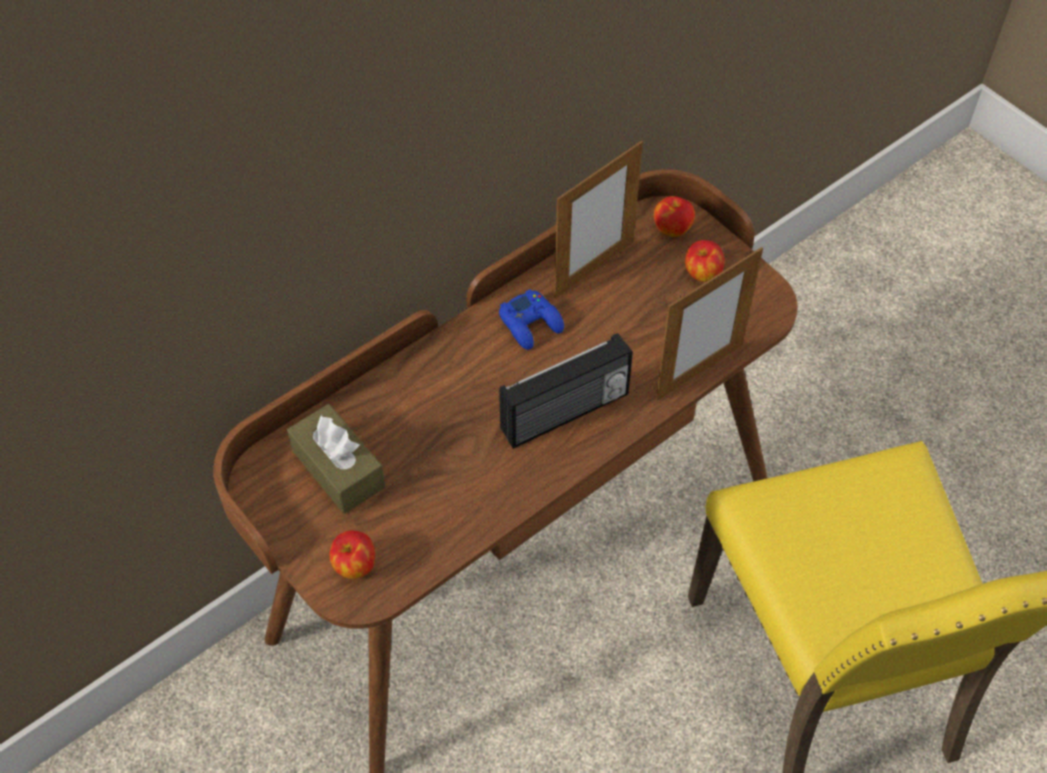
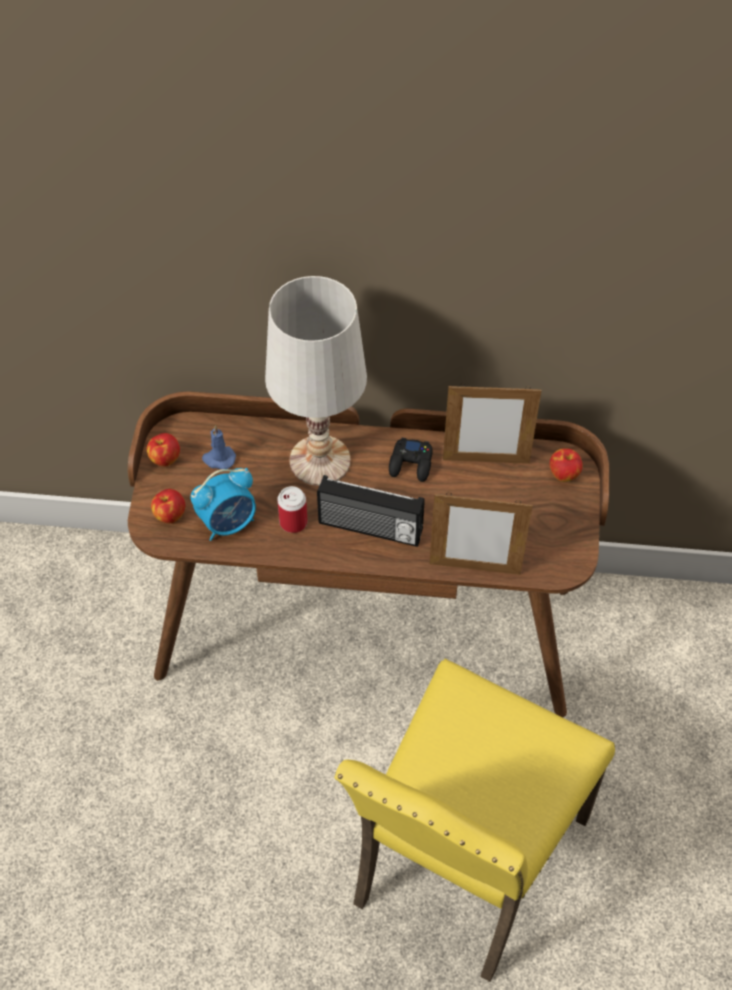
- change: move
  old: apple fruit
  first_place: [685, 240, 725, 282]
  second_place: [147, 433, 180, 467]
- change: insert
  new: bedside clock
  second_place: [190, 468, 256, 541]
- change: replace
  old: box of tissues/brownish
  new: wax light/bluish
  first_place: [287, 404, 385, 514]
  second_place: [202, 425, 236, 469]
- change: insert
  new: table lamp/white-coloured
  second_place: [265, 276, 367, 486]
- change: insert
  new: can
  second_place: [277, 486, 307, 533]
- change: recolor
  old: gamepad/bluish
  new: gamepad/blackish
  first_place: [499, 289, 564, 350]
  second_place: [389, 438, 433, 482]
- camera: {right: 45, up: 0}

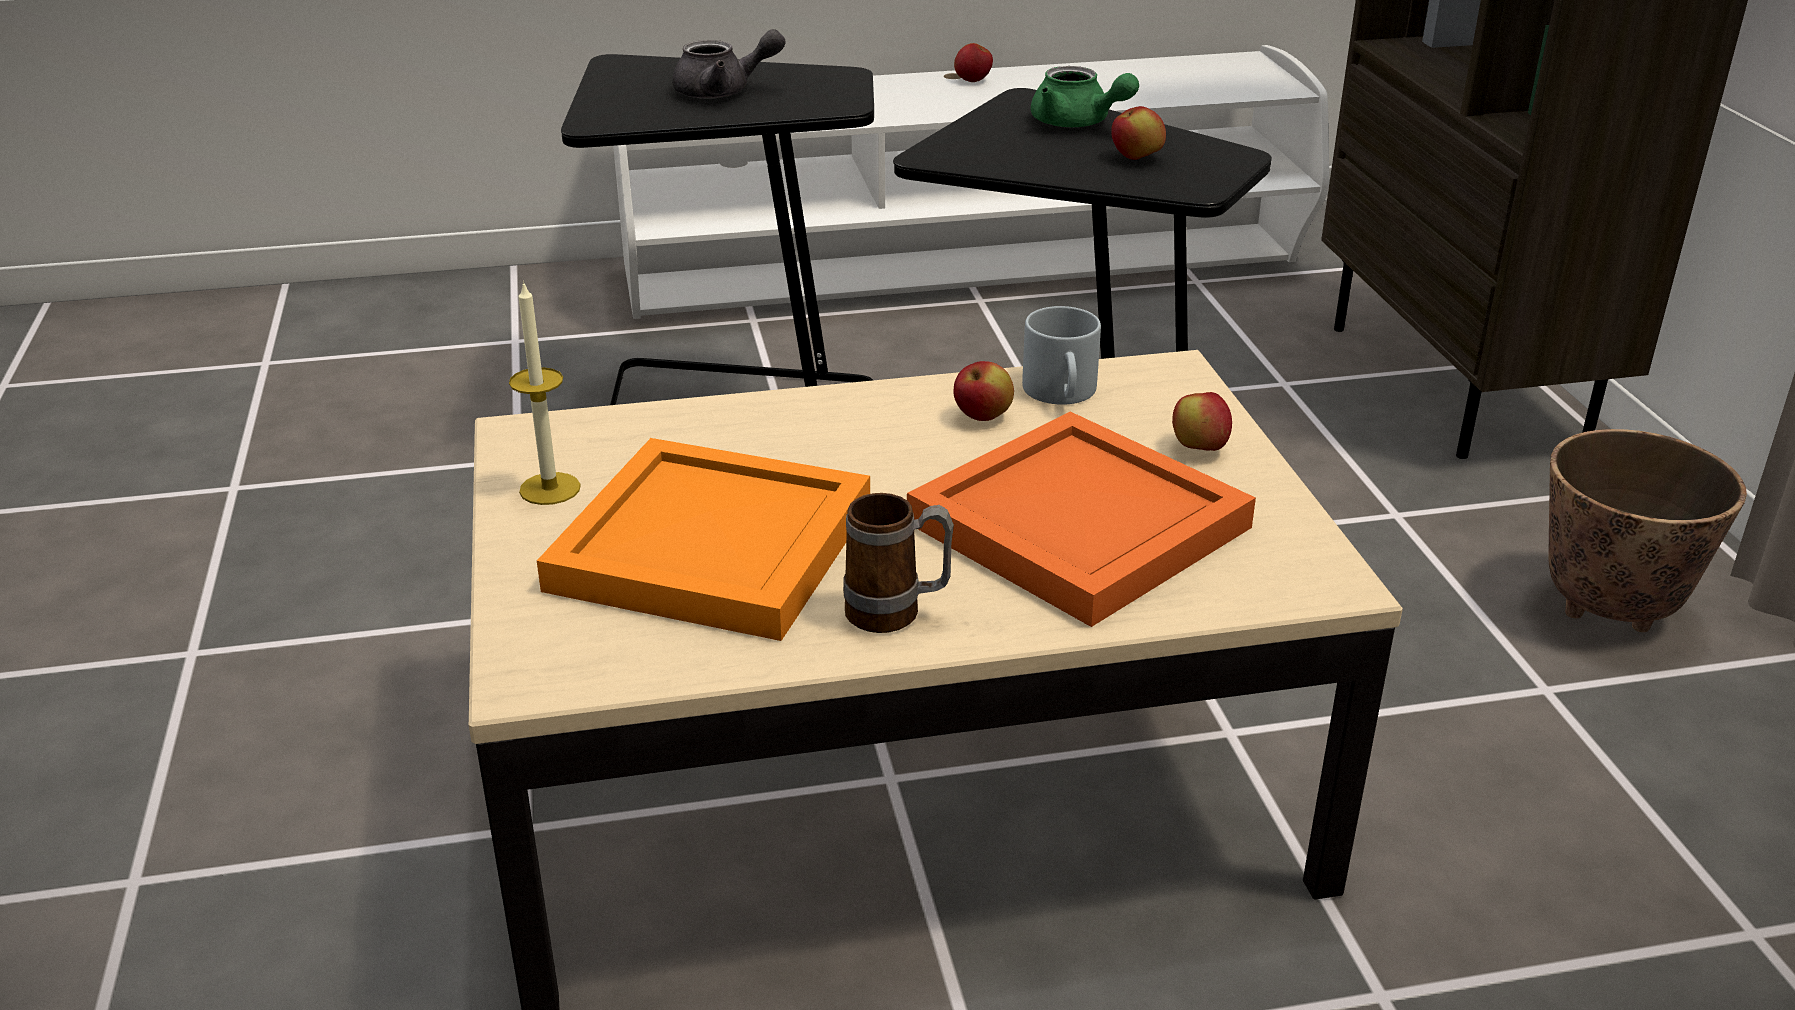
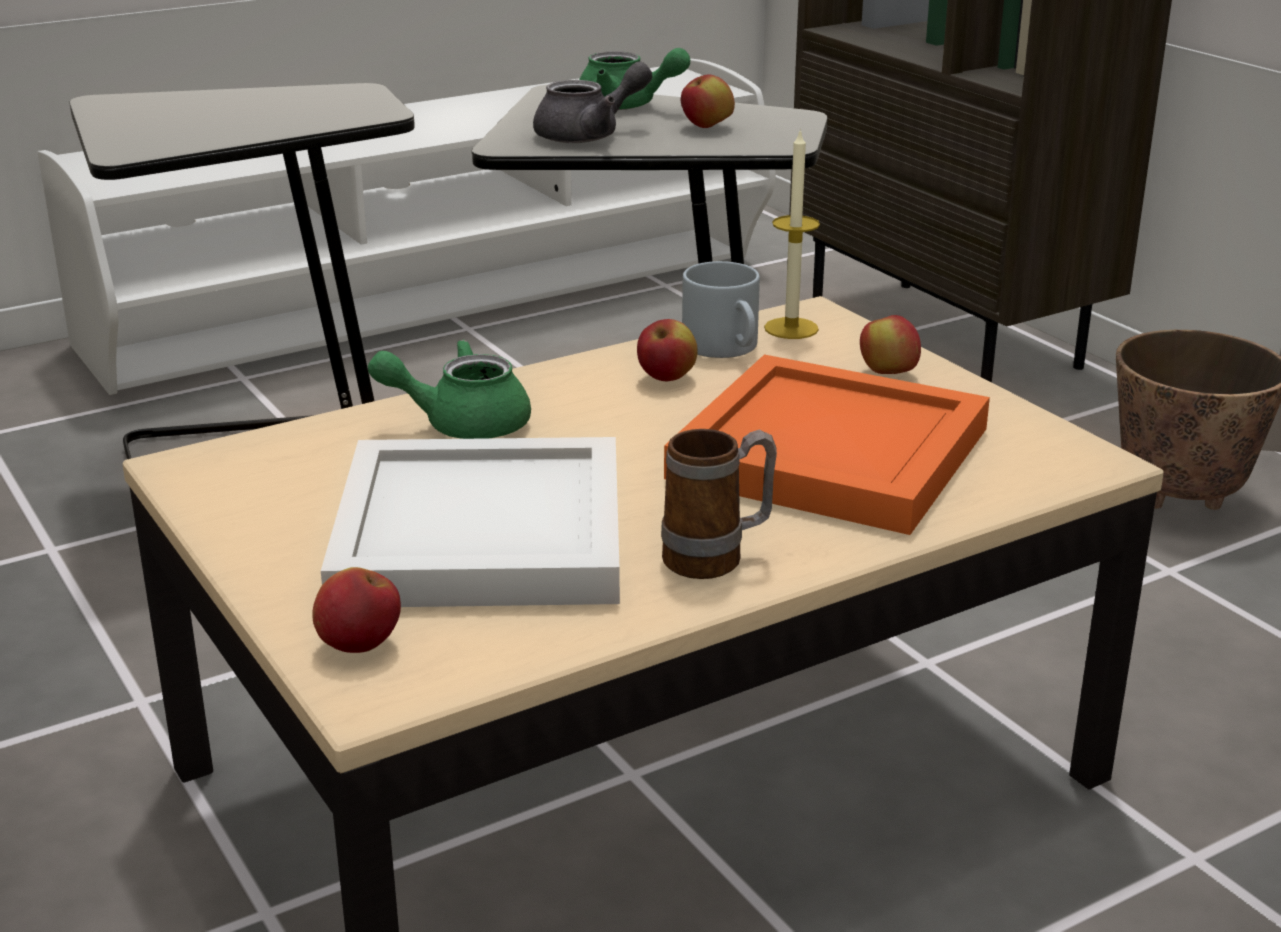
- change: move
  old: apple fruit
  first_place: [954, 43, 993, 82]
  second_place: [312, 567, 401, 653]
- change: recolor
  old: tray/orangey
  new: tray/white-coloured
  first_place: [537, 438, 870, 641]
  second_place: [321, 437, 620, 607]
- change: insert
  new: teapot/greenish
  second_place: [368, 340, 531, 439]
- change: move
  old: teapot/gray
  first_place: [672, 29, 785, 99]
  second_place: [533, 61, 652, 143]
- change: move
  old: wax light
  first_place: [509, 280, 581, 505]
  second_place: [764, 128, 820, 339]
- camera: {right: -20, up: -5}

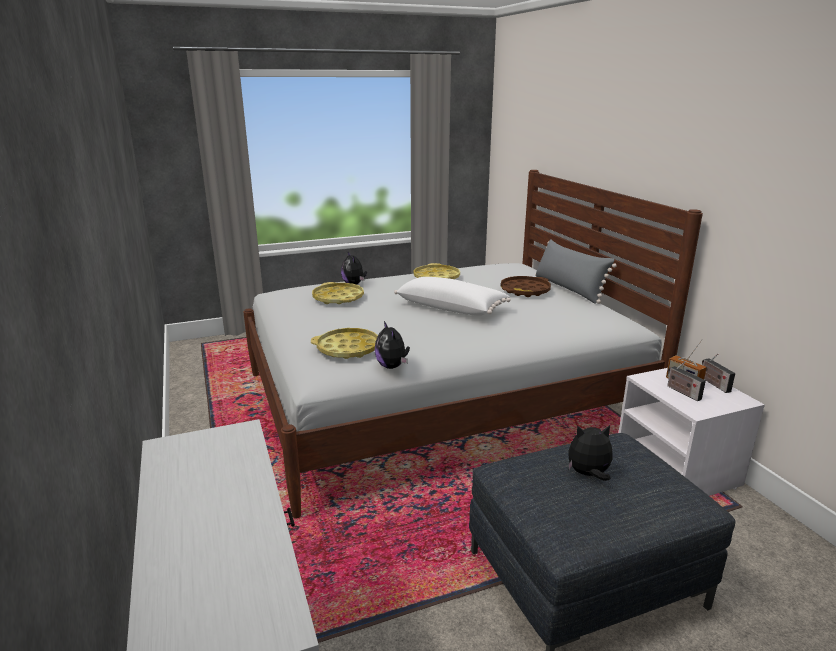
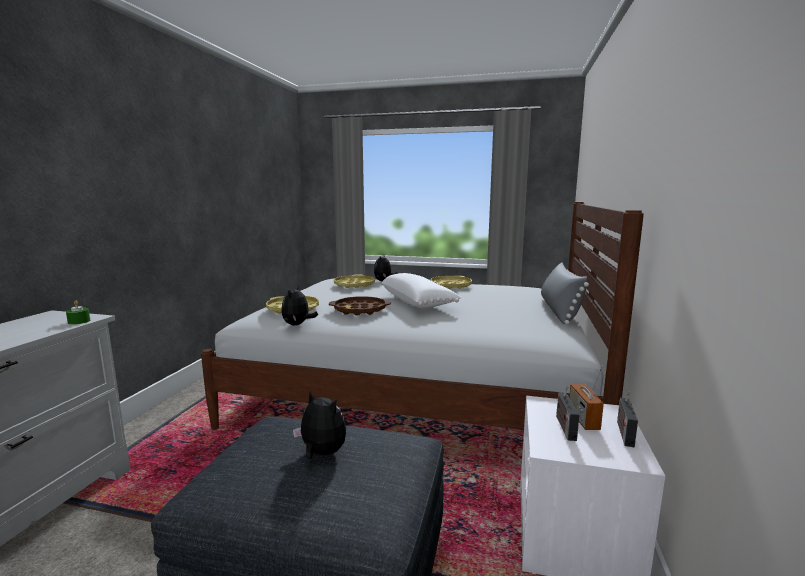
- change: insert
  new: wax light/greenish
  second_place: [66, 300, 90, 325]
- change: move
  old: tray/brownish
  first_place: [501, 276, 551, 297]
  second_place: [329, 296, 391, 316]
- camera: {right: 35, up: -10}

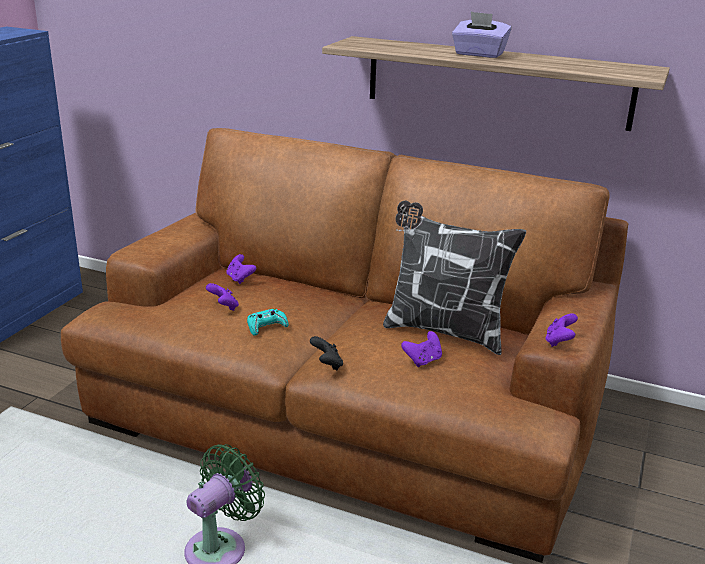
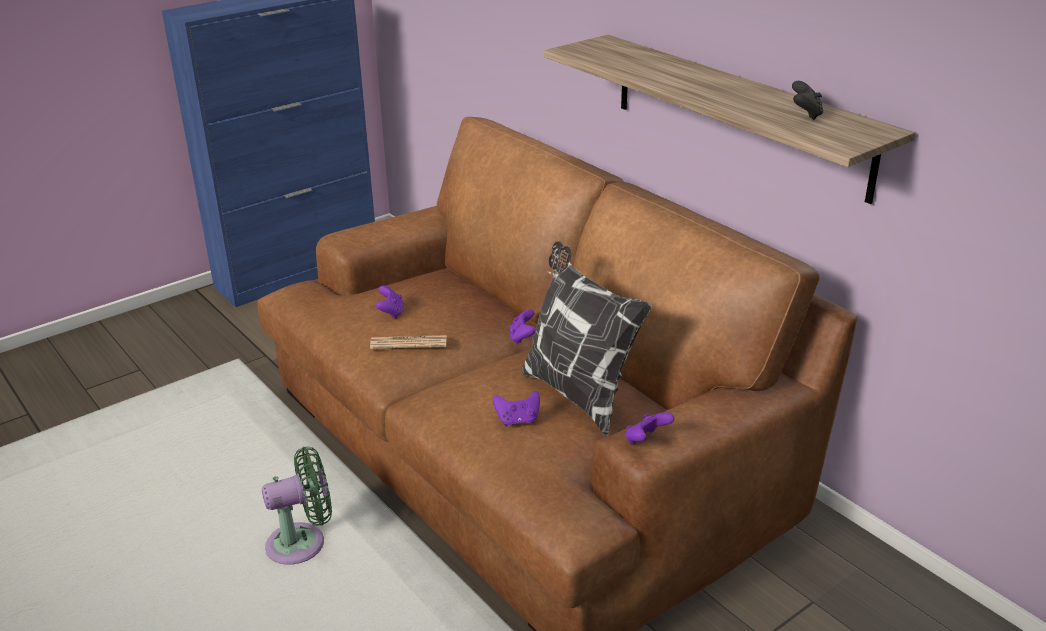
- change: replace
  old: gamepad/turquoise
  new: printed paper
  first_place: [247, 309, 289, 336]
  second_place: [370, 335, 447, 349]
- change: move
  old: gamepad/purplish
  first_place: [226, 254, 256, 284]
  second_place: [510, 309, 536, 344]
- change: move
  old: gamepad/blackish
  first_place: [310, 336, 343, 370]
  second_place: [792, 81, 823, 120]
- change: delete
  old: box of tissues/purplish
  first_place: [452, 11, 511, 58]
- camera: {right: 30, up: 5}

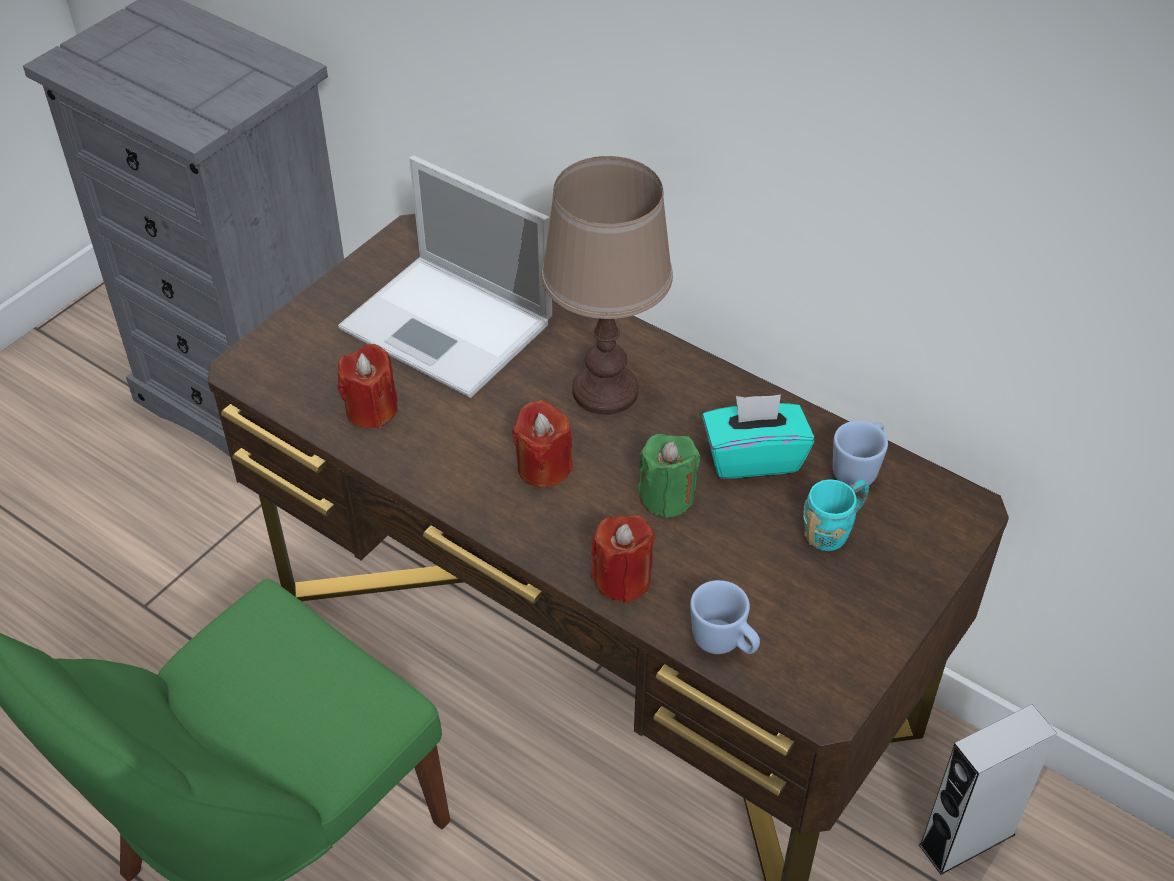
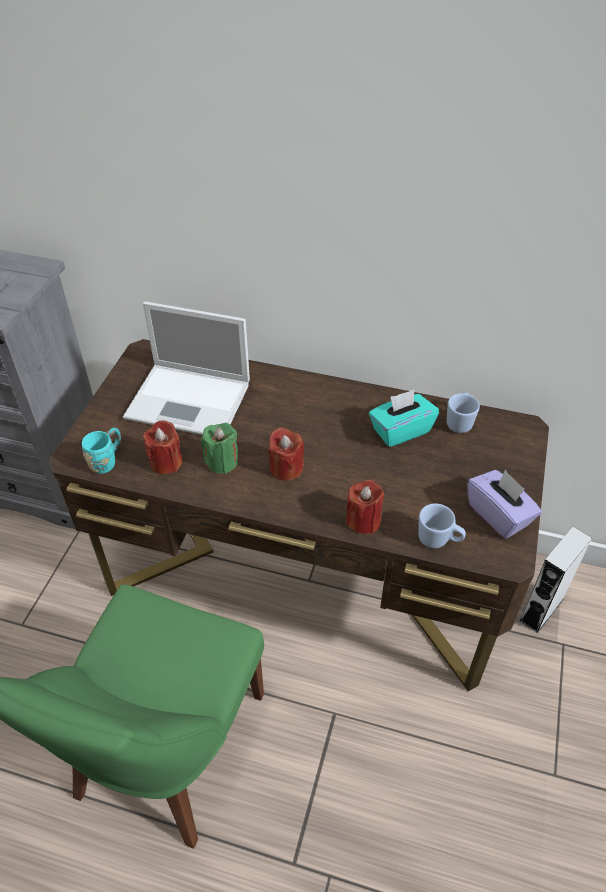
- change: move
  old: tea mug/turquoise
  first_place: [803, 479, 869, 551]
  second_place: [82, 427, 121, 474]
- change: move
  old: wax light/greenish
  first_place: [638, 434, 700, 518]
  second_place: [201, 423, 238, 474]
- change: insert
  new: box of tissues/purplish
  second_place: [467, 470, 542, 539]
- change: delete
  old: table lamp/brownish
  first_place: [541, 156, 673, 415]
- camera: {right: -20, up: 0}

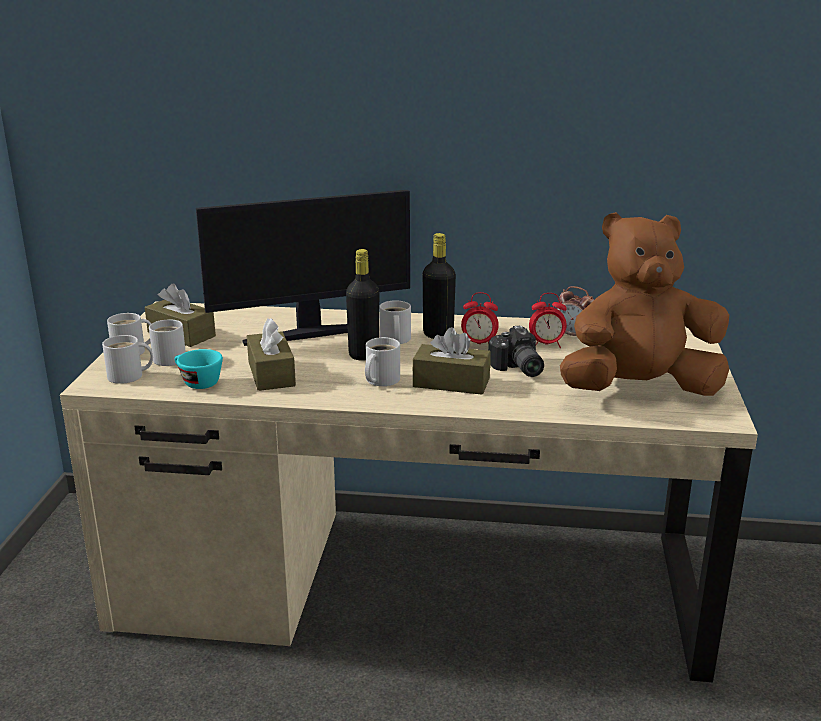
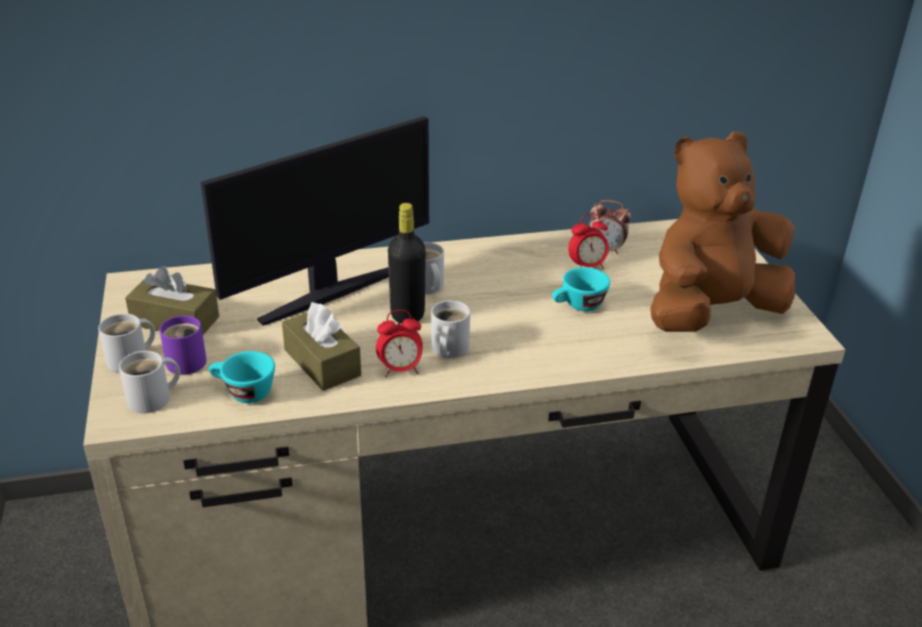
- change: recolor
  old: tea mug/white-coloured
  new: tea mug/purplish
  first_place: [149, 320, 186, 366]
  second_place: [160, 316, 207, 375]
- change: move
  old: bedside clock
  first_place: [461, 292, 499, 344]
  second_place: [376, 310, 423, 377]
- change: replace
  old: still camera
  new: cup/turquoise
  first_place: [488, 325, 544, 377]
  second_place: [552, 267, 610, 311]
- change: delete
  old: box of tissues/brownish
  first_place: [413, 327, 491, 395]
- change: delete
  old: drink bottle/blackish
  first_place: [423, 233, 456, 339]
- camera: {right: -20, up: 10}

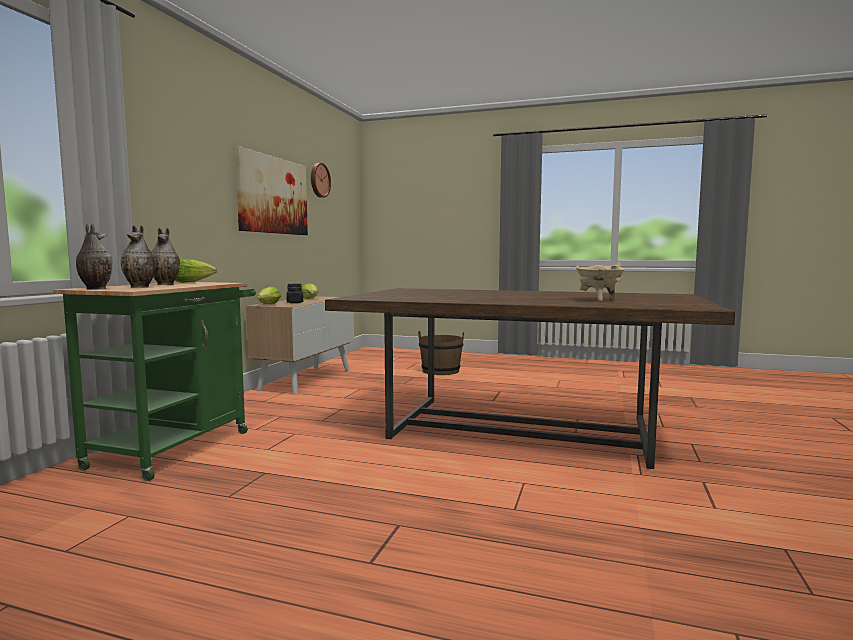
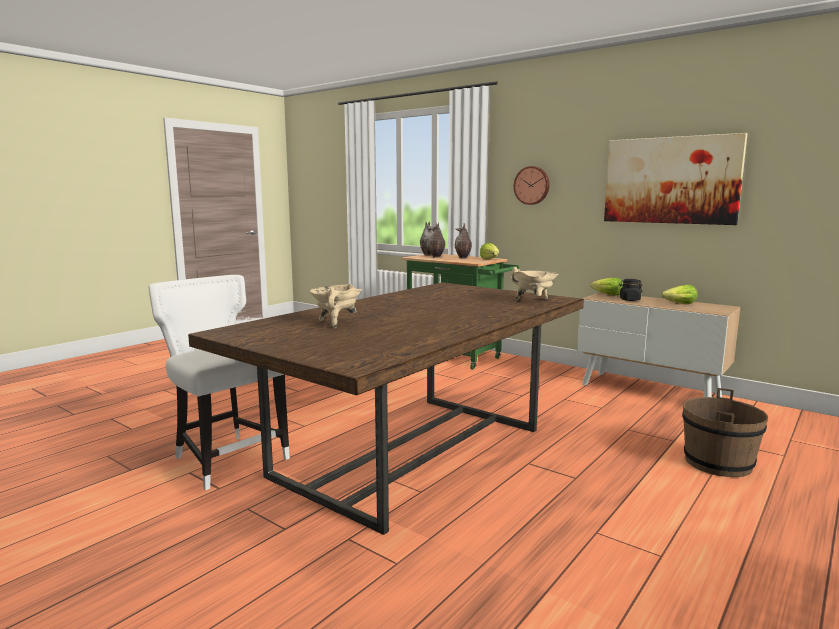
- change: insert
  new: upright chair/white-coloured
  second_place: [149, 275, 290, 490]
- change: insert
  new: cooking pot/beige
  second_place: [511, 267, 558, 300]
- change: move
  old: wall clock
  first_place: [311, 163, 331, 198]
  second_place: [513, 166, 550, 205]
- camera: {right: 110, up: 5}

